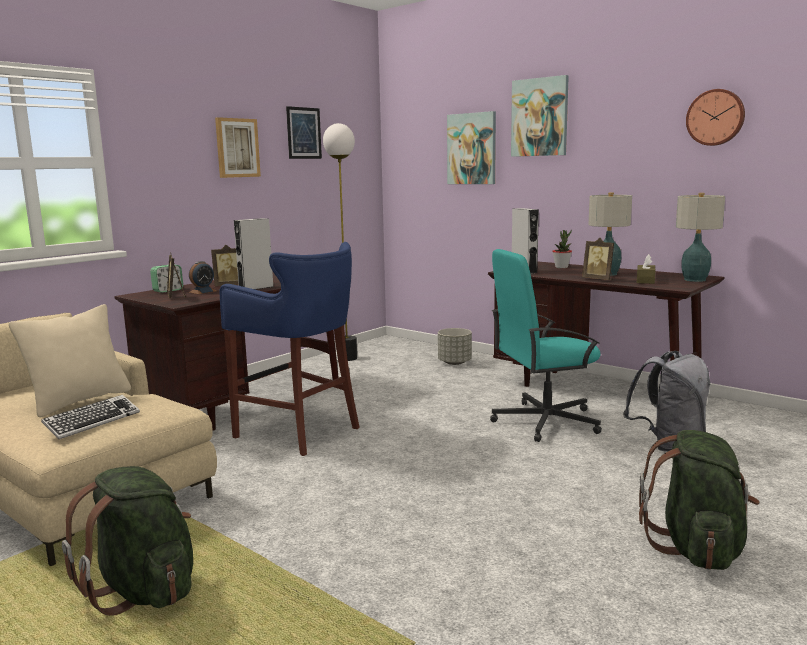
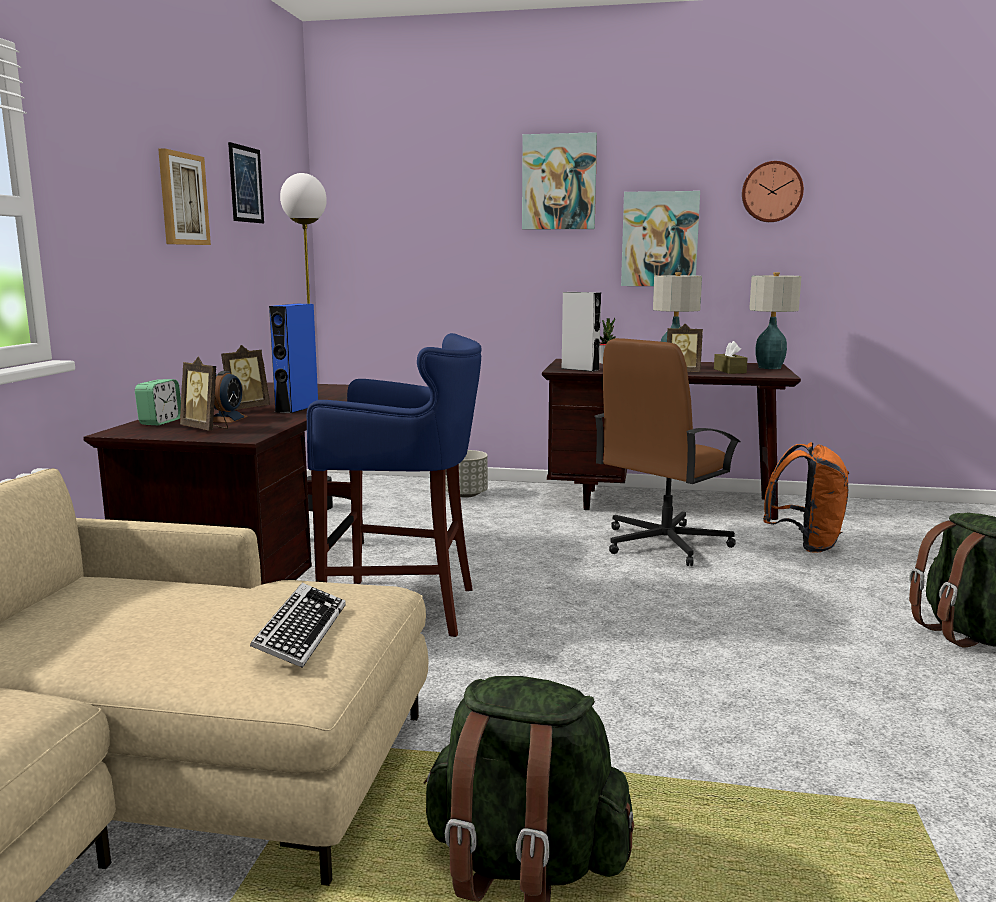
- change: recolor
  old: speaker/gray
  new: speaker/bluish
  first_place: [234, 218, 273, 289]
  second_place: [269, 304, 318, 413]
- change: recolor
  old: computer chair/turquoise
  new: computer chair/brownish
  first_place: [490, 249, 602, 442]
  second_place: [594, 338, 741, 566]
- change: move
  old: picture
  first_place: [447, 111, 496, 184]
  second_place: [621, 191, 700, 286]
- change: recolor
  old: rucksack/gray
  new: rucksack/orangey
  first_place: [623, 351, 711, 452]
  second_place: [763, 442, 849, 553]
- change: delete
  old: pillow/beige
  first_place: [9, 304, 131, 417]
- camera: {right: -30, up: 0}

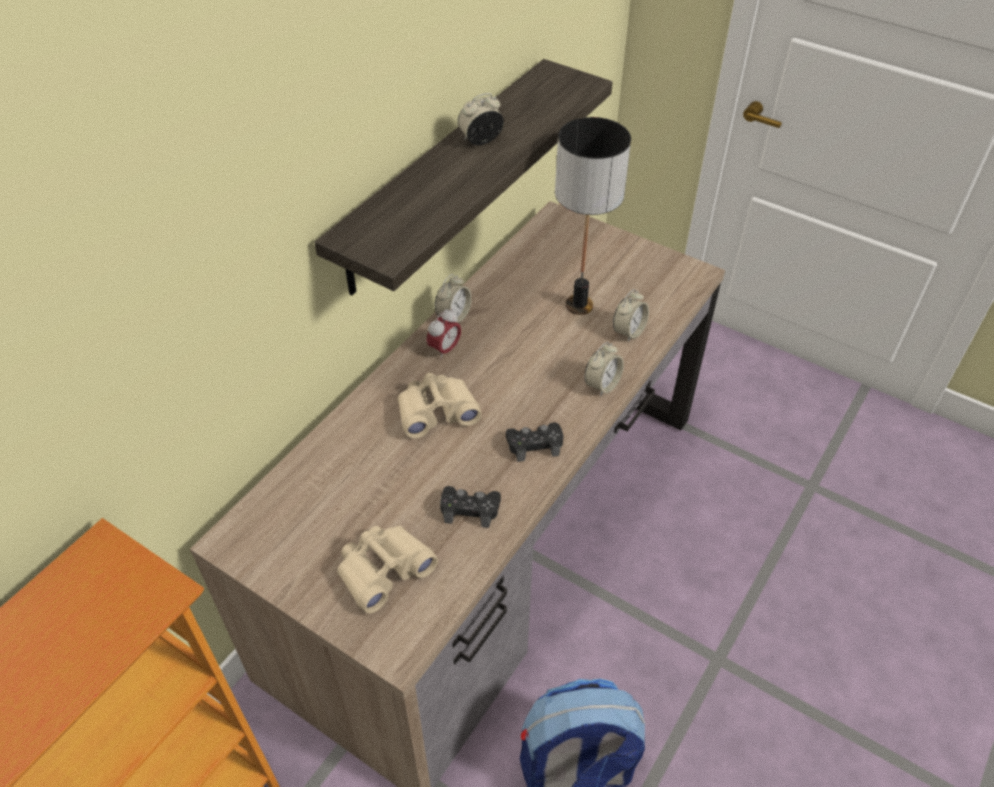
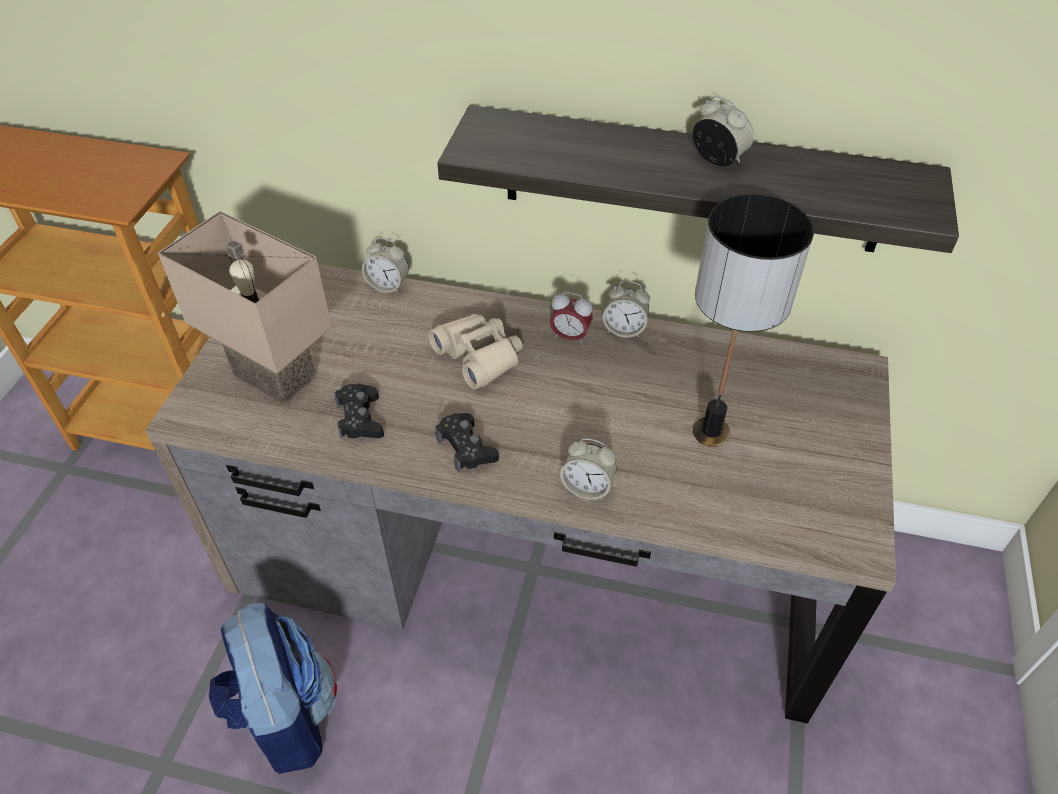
- change: replace
  old: field glasses/beige
  new: table lamp/beige
  first_place: [337, 526, 438, 614]
  second_place: [158, 211, 332, 404]
- change: move
  old: bedside clock
  first_place: [613, 289, 649, 342]
  second_place: [362, 238, 409, 294]
- camera: {right: 70, up: 0}

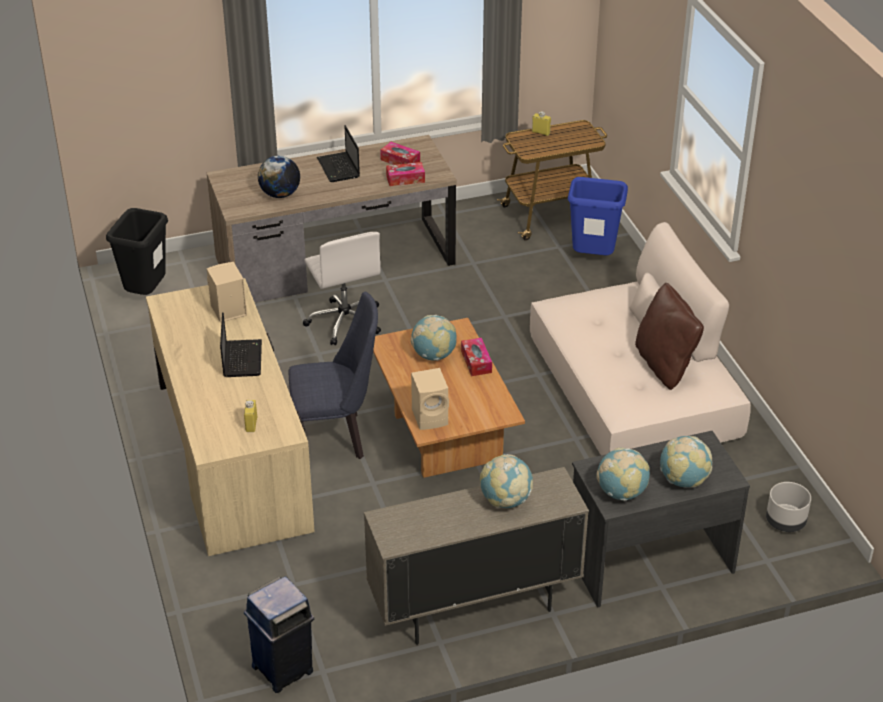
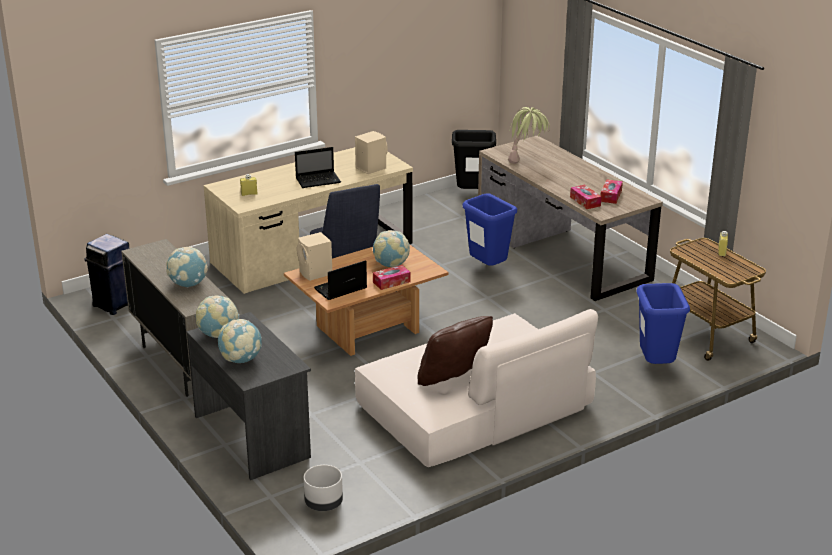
- change: move
  old: portable computer
  first_place: [317, 125, 360, 182]
  second_place: [314, 260, 367, 300]
- change: replace
  old: computer chair/white-coloured
  new: trash can/bluish
  first_place: [303, 232, 381, 345]
  second_place: [463, 193, 517, 266]
- change: replace
  old: desk globe
  new: potted plant
  first_place: [258, 156, 300, 198]
  second_place: [508, 107, 550, 164]
- camera: {right: 75, up: -10}

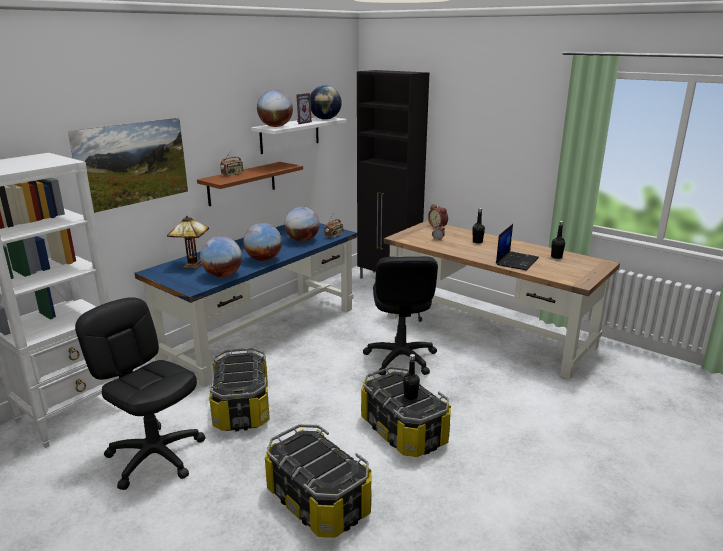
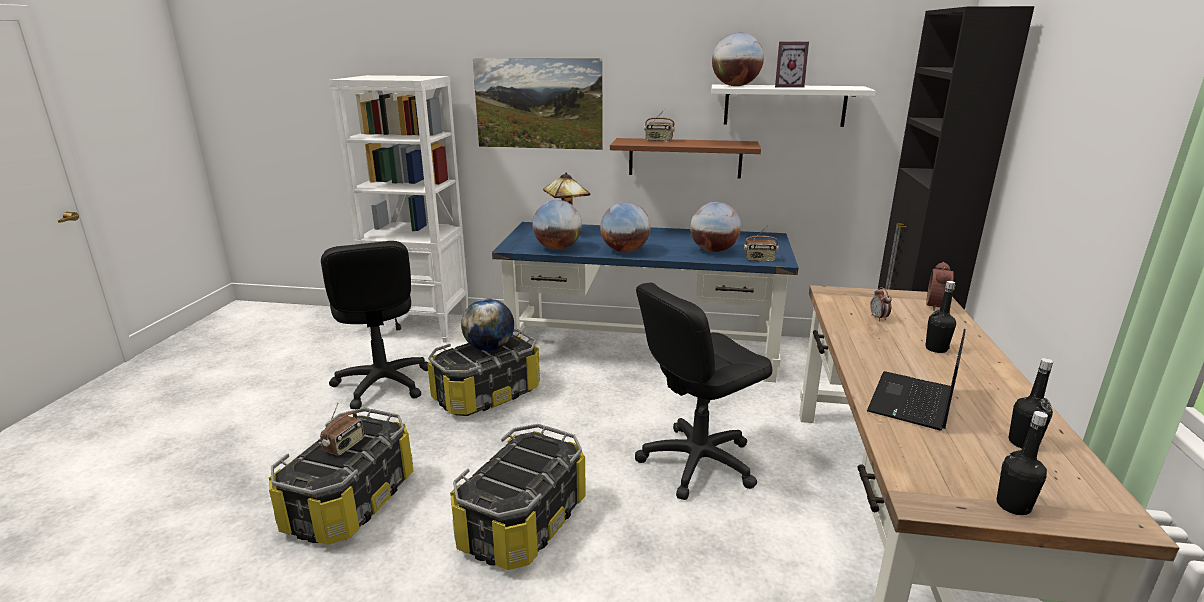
- change: insert
  new: radio
  second_place: [320, 404, 364, 456]
- change: rotate
  old: computer chair/blackish
  first_place: [75, 297, 206, 490]
  second_place: [321, 241, 428, 410]
  degrees: 150
- change: move
  old: desk globe
  first_place: [310, 85, 342, 120]
  second_place: [461, 298, 514, 351]
- change: rotate
  old: portable computer
  first_place: [496, 224, 539, 270]
  second_place: [867, 329, 966, 431]
  degrees: 120
- change: move
  old: drink bottle/blackish
  first_place: [403, 354, 420, 400]
  second_place: [997, 411, 1048, 515]
- camera: {right: 60, up: 0}

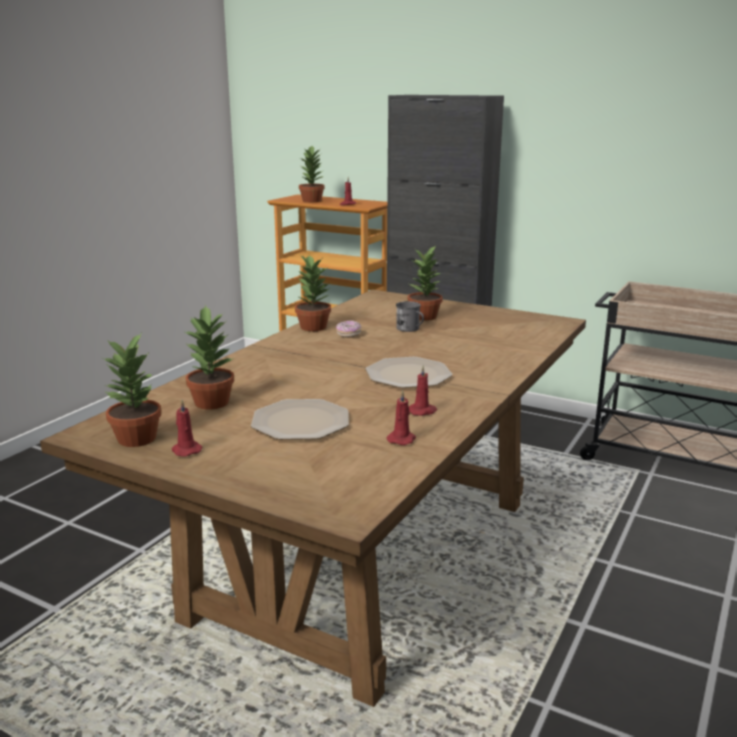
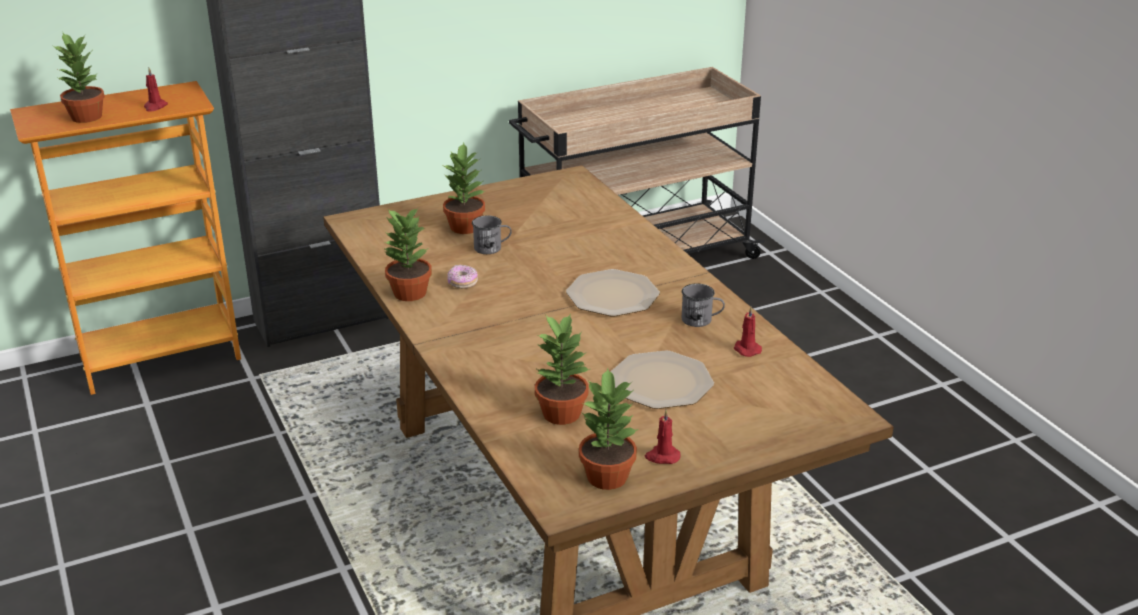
- change: replace
  old: wax light/red-coloured
  new: tea mug/gray
  first_place: [409, 365, 437, 416]
  second_place: [682, 283, 725, 327]
- camera: {right: -55, up: 10}

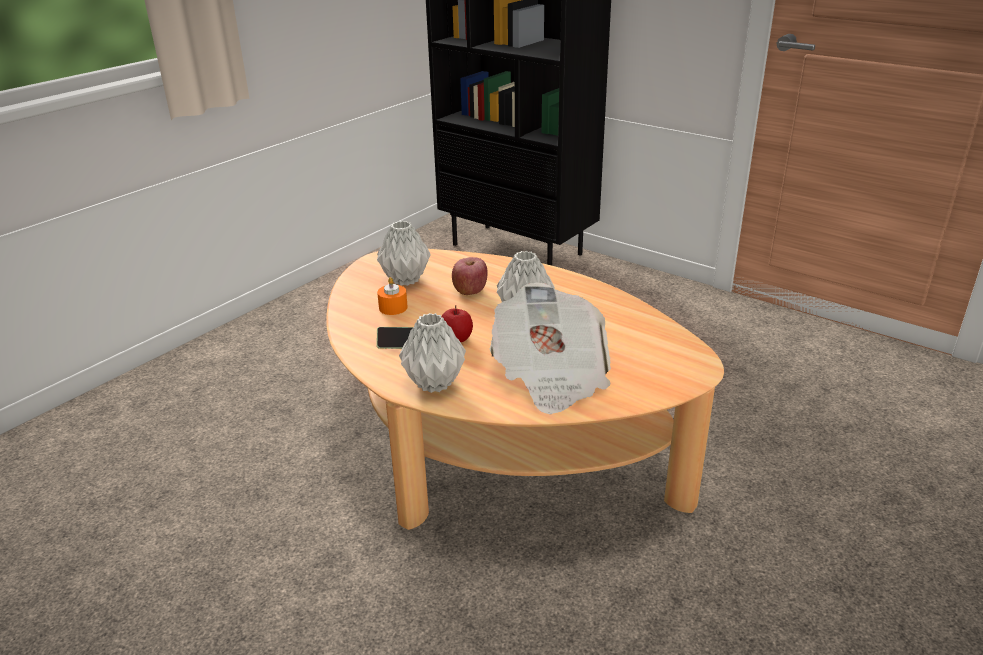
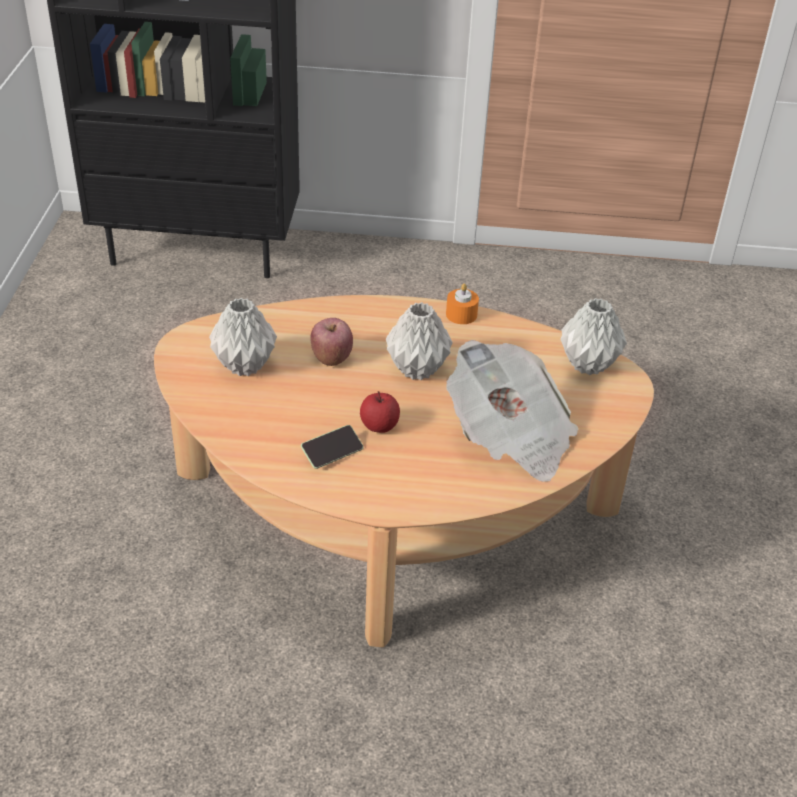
- change: move
  old: wax light/orangey
  first_place: [377, 277, 408, 315]
  second_place: [446, 283, 479, 324]
- change: move
  old: vase/gray
  first_place: [399, 313, 466, 393]
  second_place: [560, 298, 627, 375]
- camera: {right: -35, up: 10}

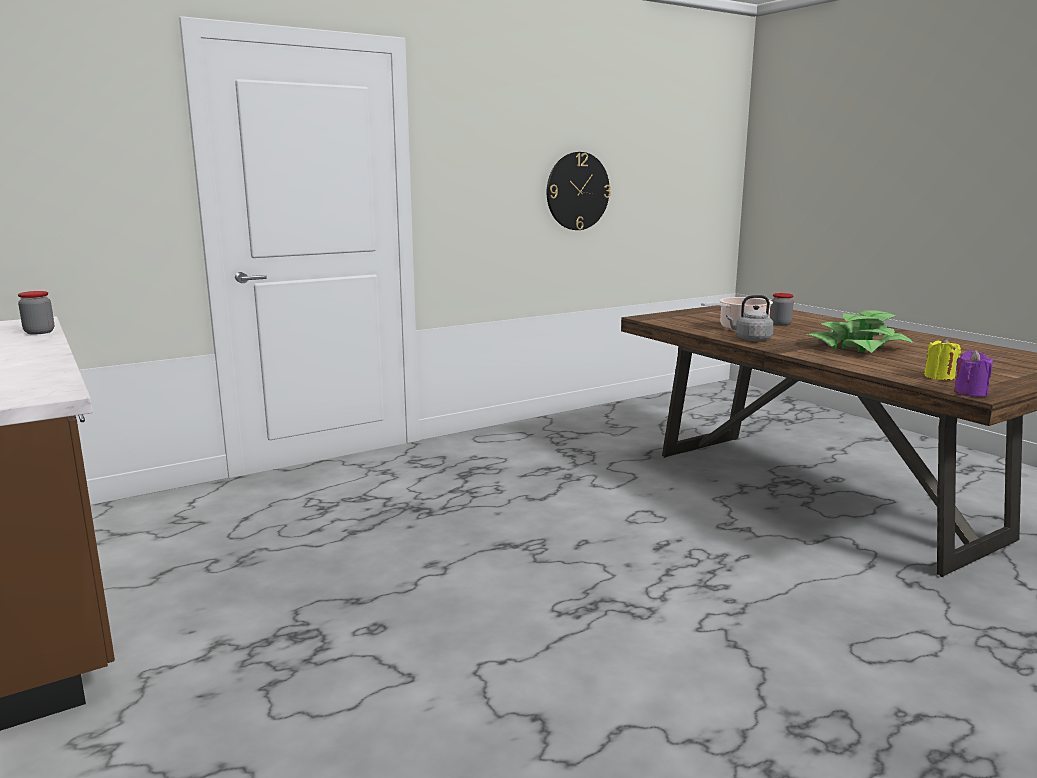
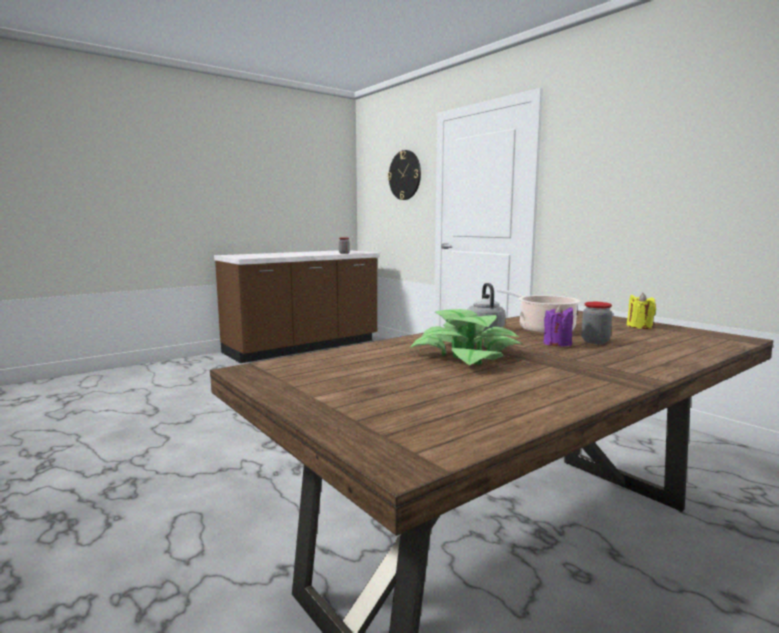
- change: move
  old: wall clock
  first_place: [547, 152, 611, 230]
  second_place: [388, 150, 421, 200]
- change: move
  old: wax light/purplish
  first_place: [954, 350, 993, 397]
  second_place: [544, 304, 573, 346]
- change: move
  old: wax light/yellowish
  first_place: [924, 338, 961, 380]
  second_place: [627, 293, 656, 329]
- camera: {right: 85, up: -5}

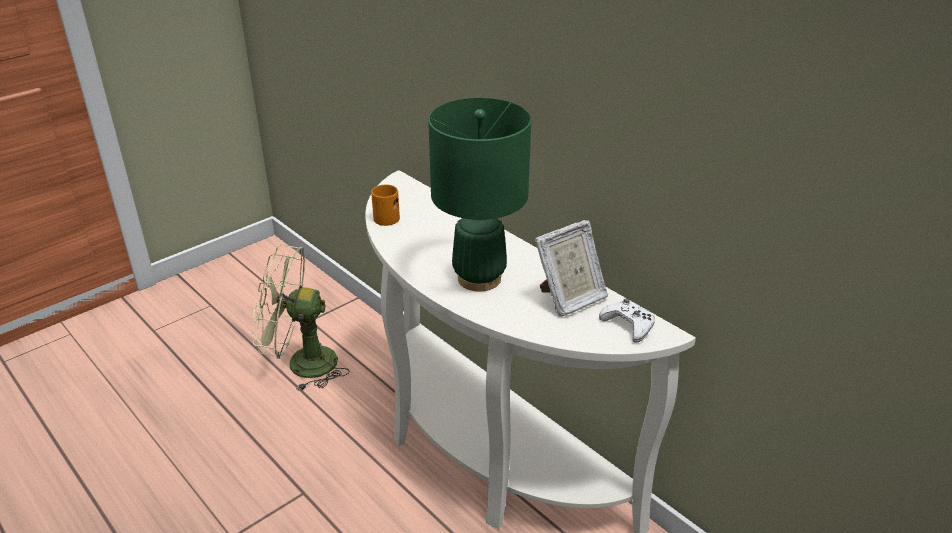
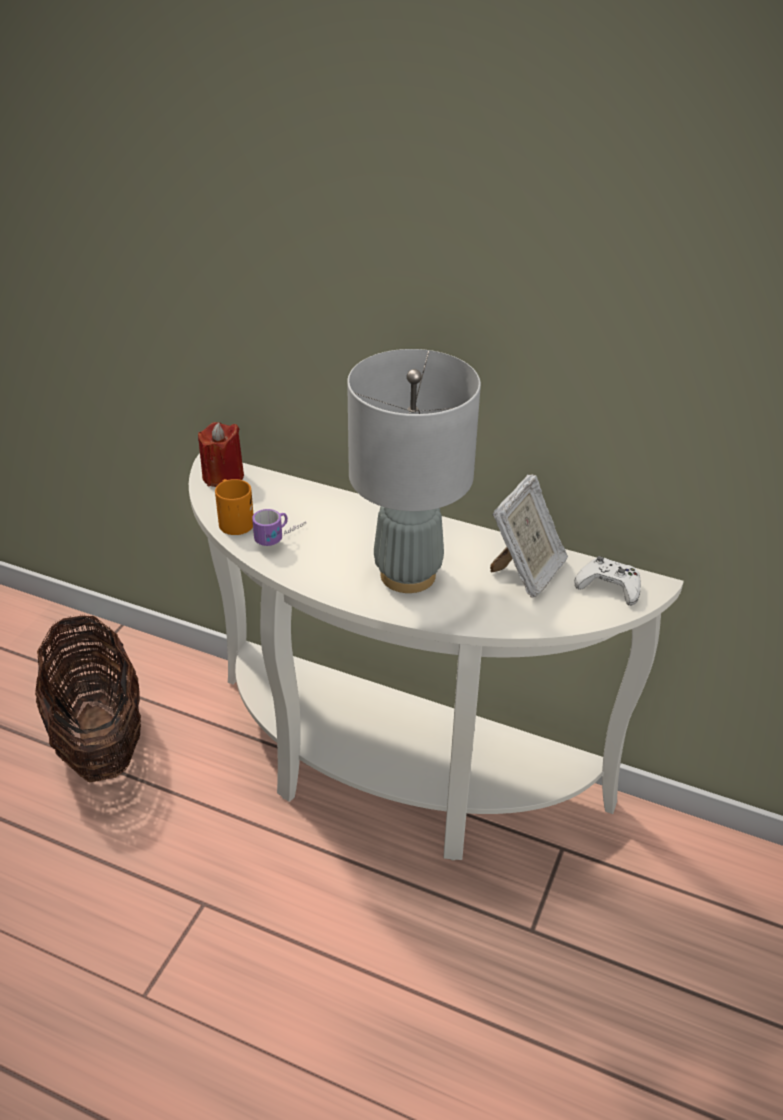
- change: replace
  old: fan/greenish
  new: basket
  first_place: [252, 245, 350, 391]
  second_place: [35, 614, 141, 782]
- change: insert
  new: wax light/red-coloured
  second_place: [198, 422, 244, 487]
- change: insert
  new: tea mug
  second_place: [252, 509, 306, 546]
- change: recolor
  old: table lamp/greenish
  new: table lamp/gray
  first_place: [428, 98, 531, 291]
  second_place: [347, 349, 481, 593]
- camera: {right: -25, up: 5}

